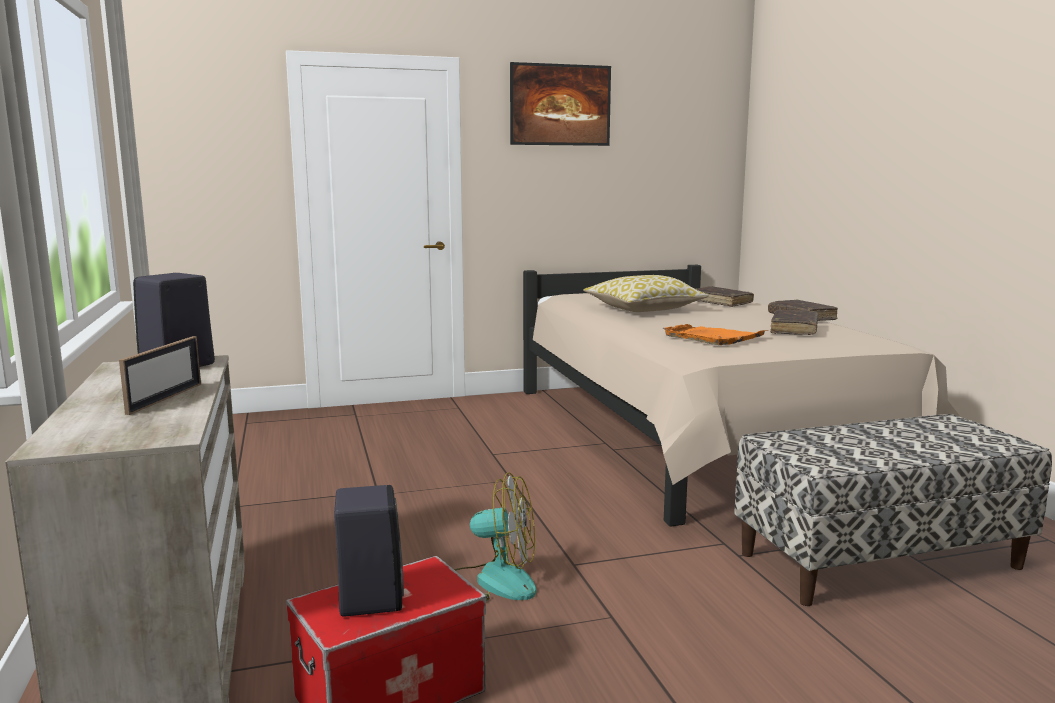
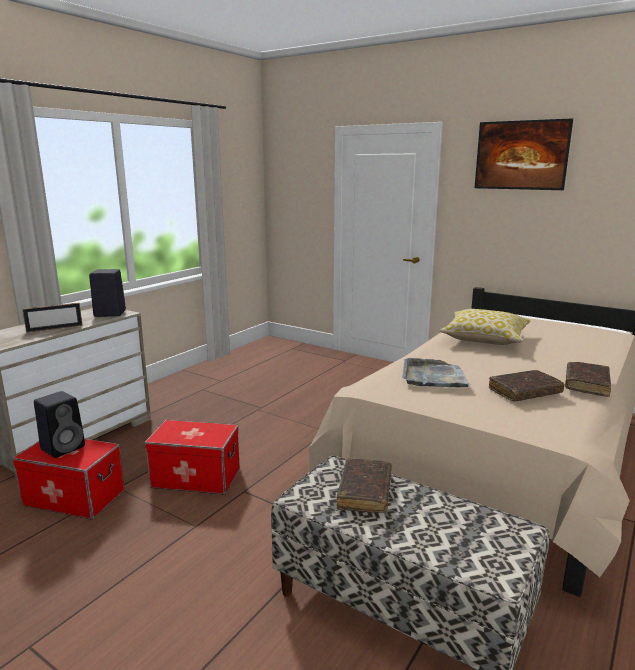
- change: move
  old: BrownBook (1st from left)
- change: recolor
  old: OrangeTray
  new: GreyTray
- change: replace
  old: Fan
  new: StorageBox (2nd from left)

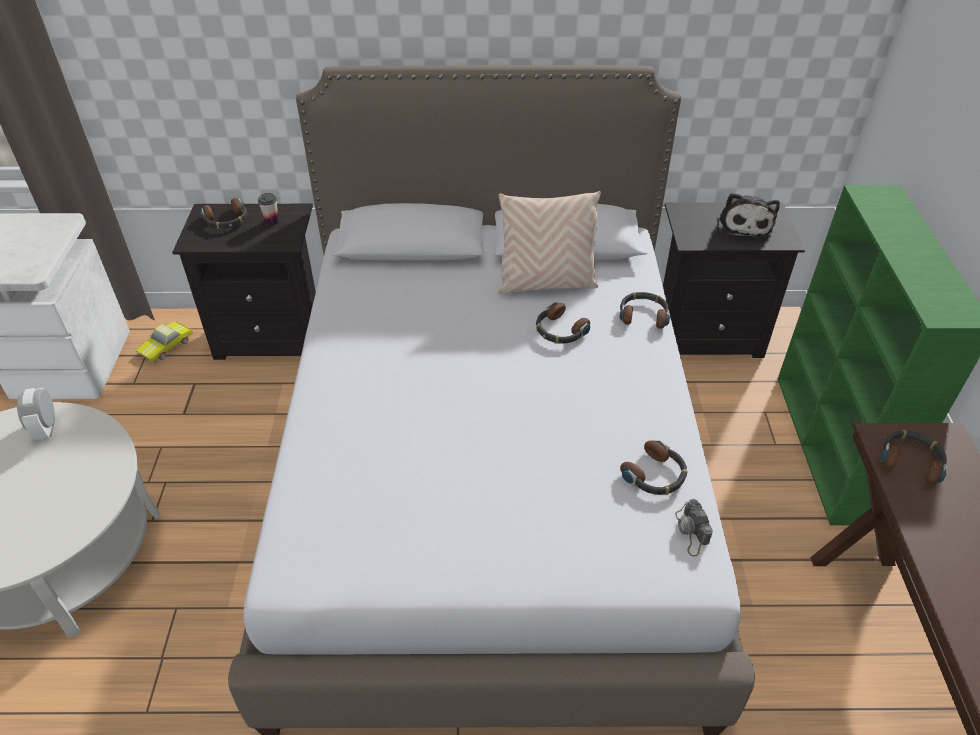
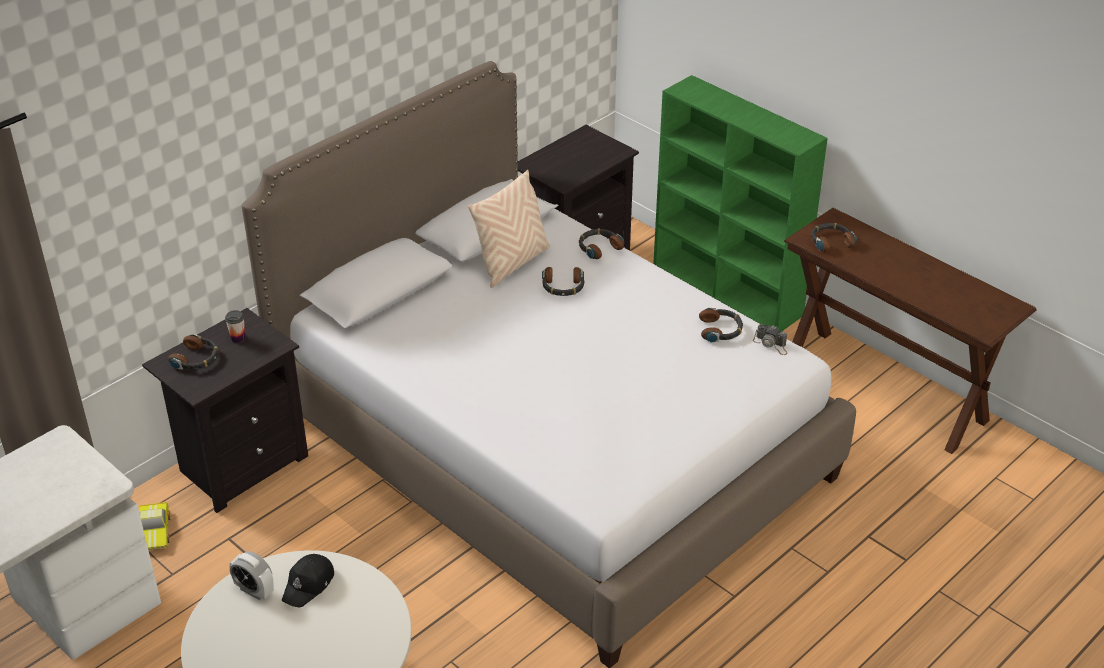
- change: delete
  old: PlushToy
- change: insert
  new: BlackCap

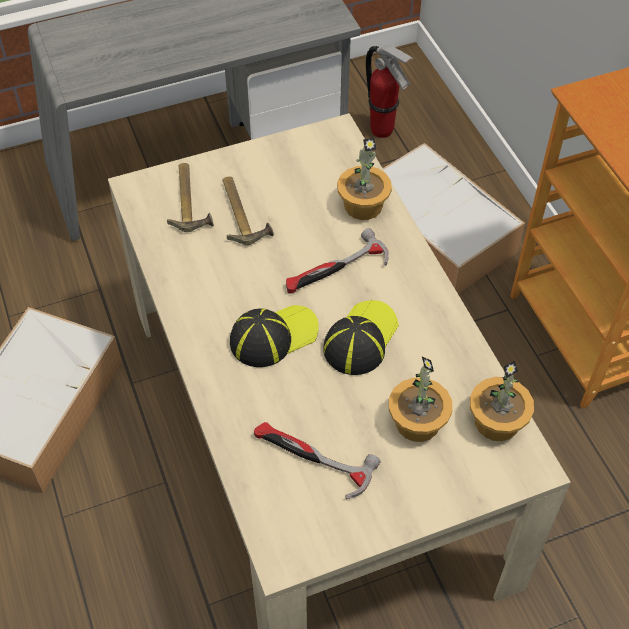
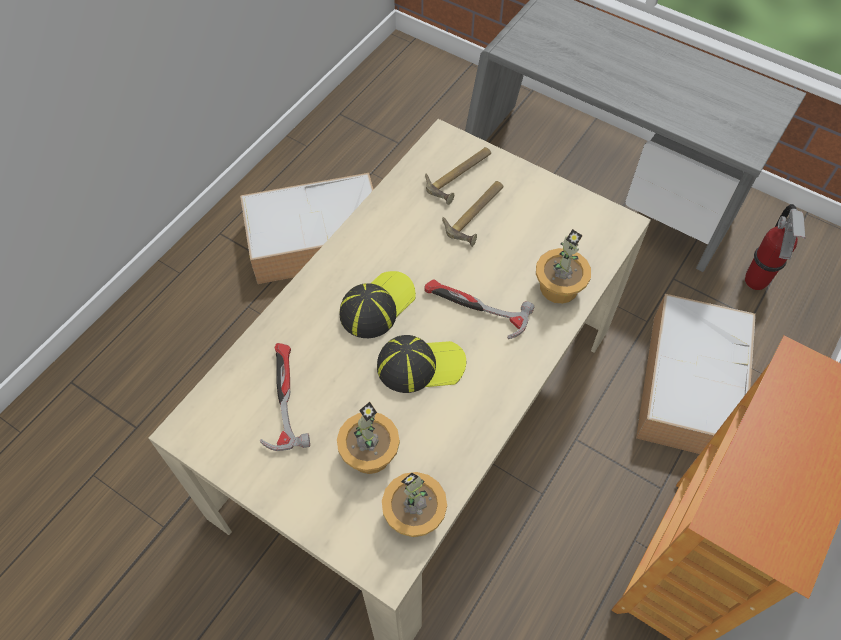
- change: rotate
  old: Cap (1st from left)
  degrees: -75

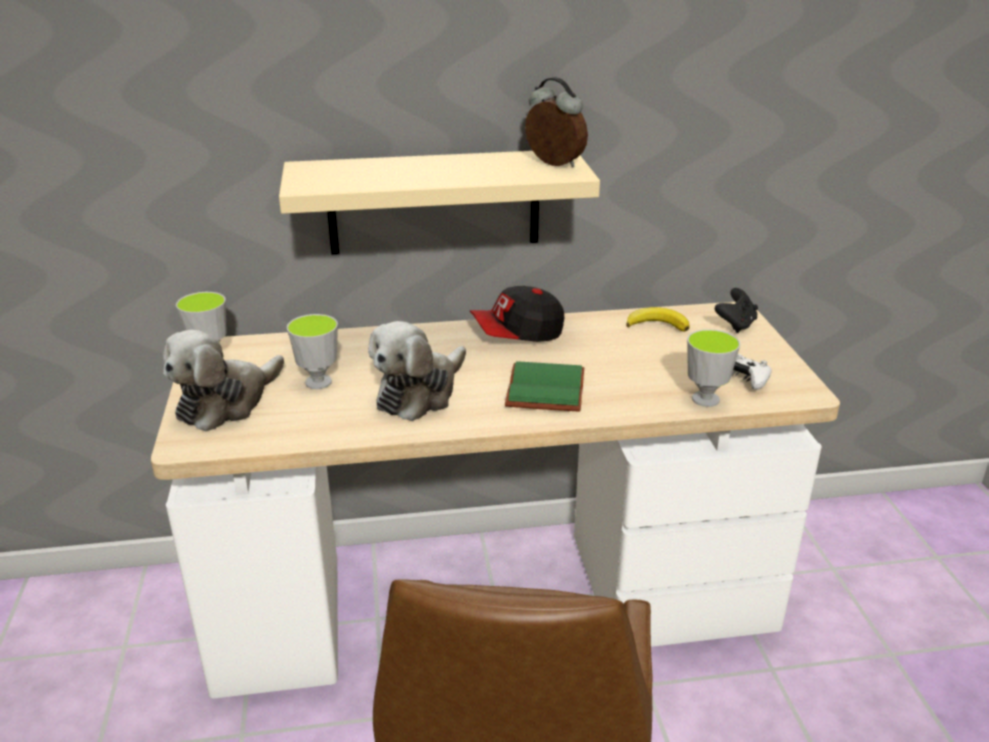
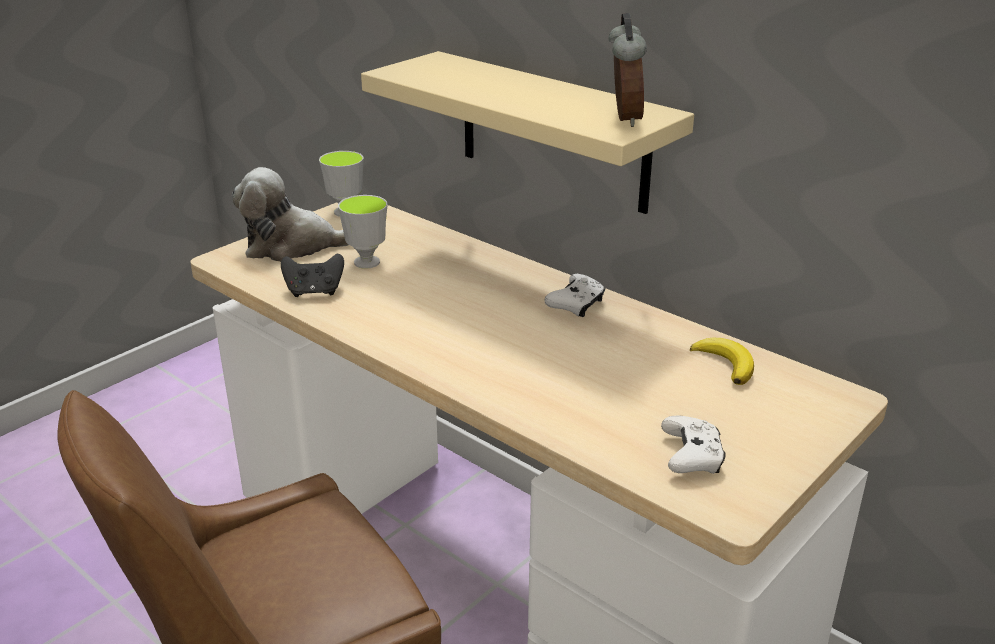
- change: replace
  old: Cap
  new: WhiteGameController (1st from left)
- change: move
  old: BlackGameController
- change: delete
  old: PlushToy (2nd from left)
- change: delete
  old: Cup (3rd from left)
- change: delete
  old: GreenBook

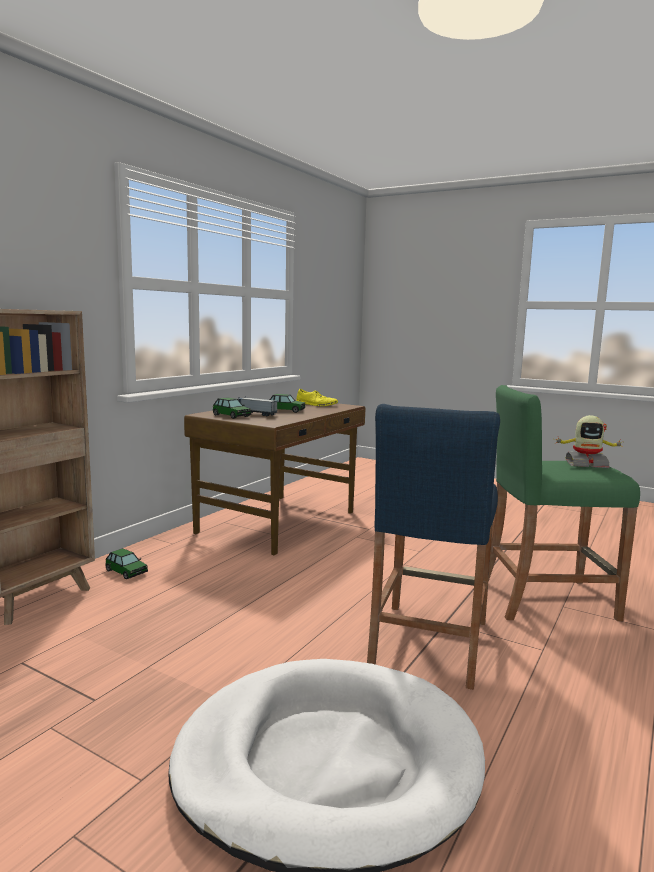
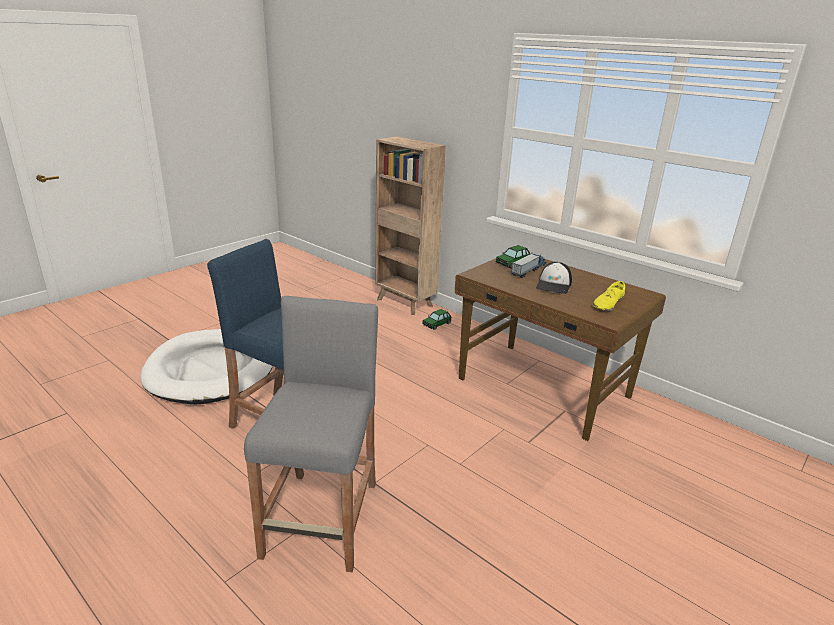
- change: recolor
  old: GreenStool
  new: GreyStool
- change: replace
  old: ToyCar (3rd from left)
  new: Cap
- change: delete
  old: ToyRobot

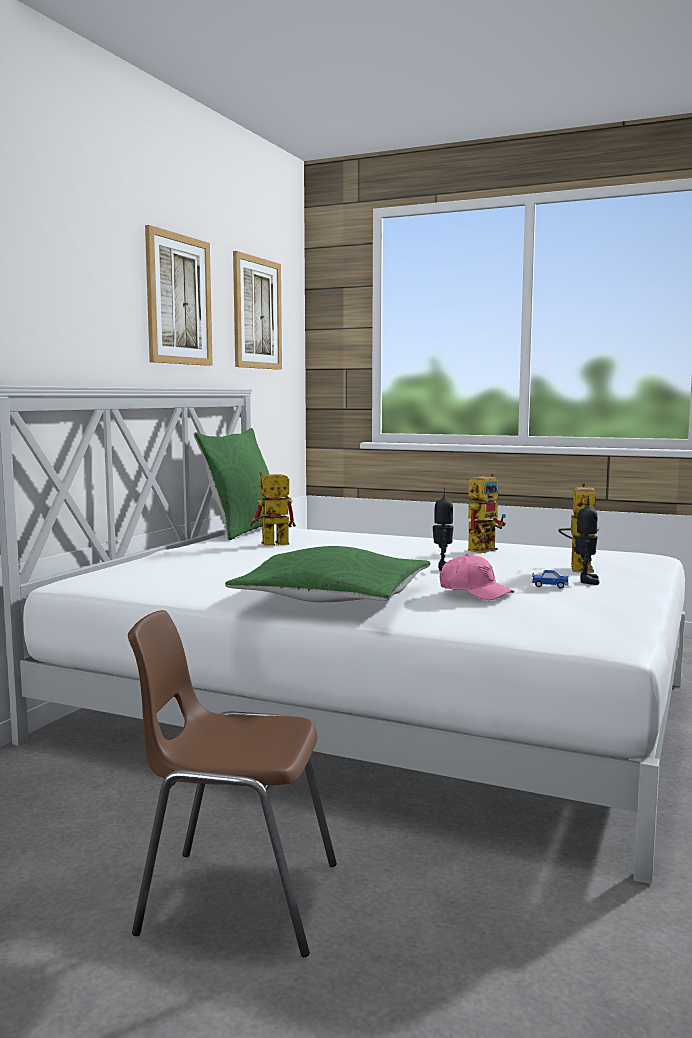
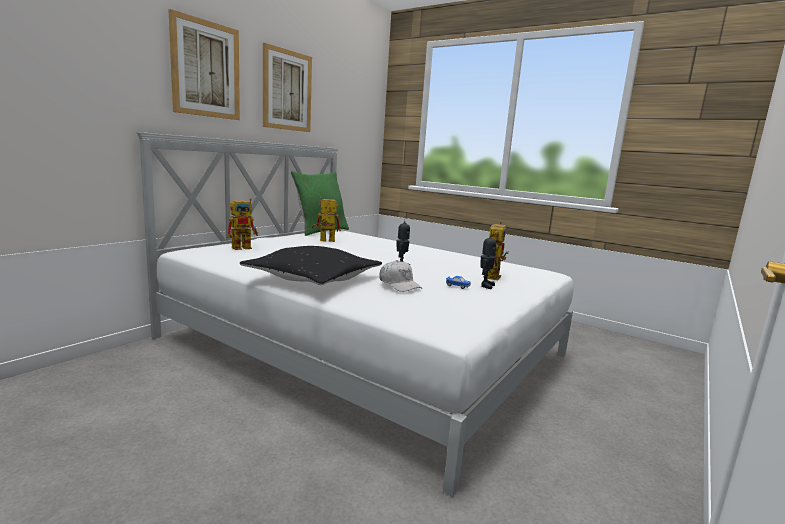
- change: move
  old: Picture (2nd from left in the first image)
  new: Picture (1st from left)
- change: move
  old: ToyRobot (3rd from left in the first image)
  new: ToyRobot (1st from left)
- change: recolor
  old: GreenPillow (2nd from left)
  new: BlackPillow
- change: recolor
  old: PinkCap
  new: WhiteCap
- change: delete
  old: BrownChair

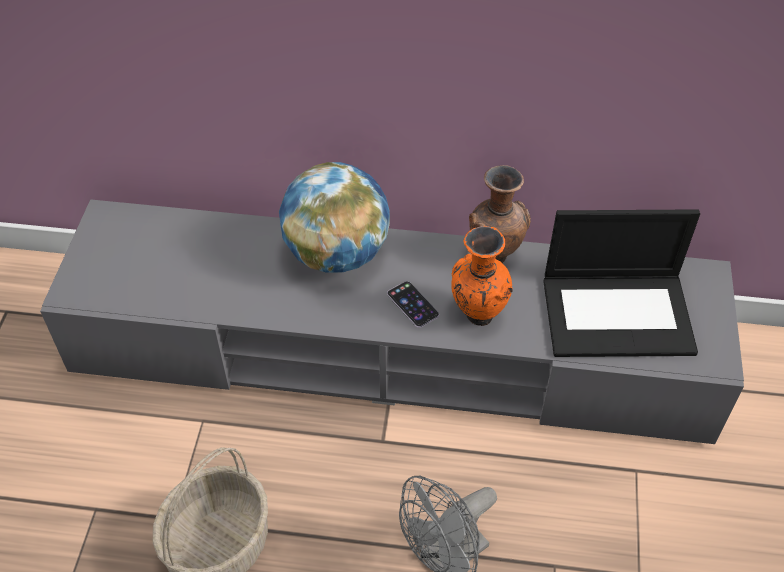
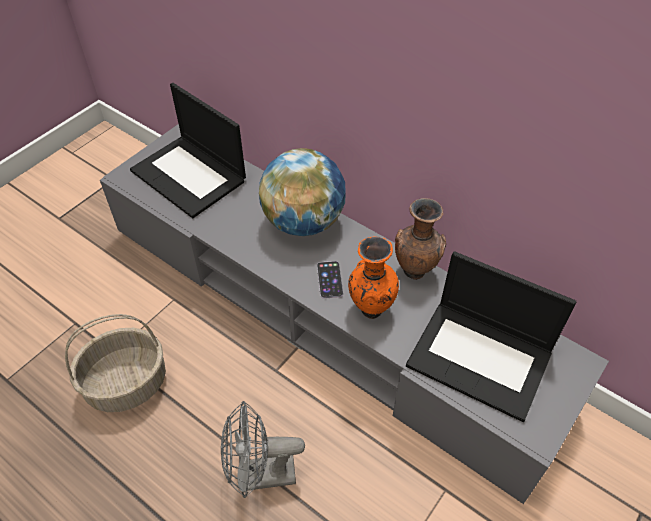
- change: insert
  new: Laptop (1st from left)

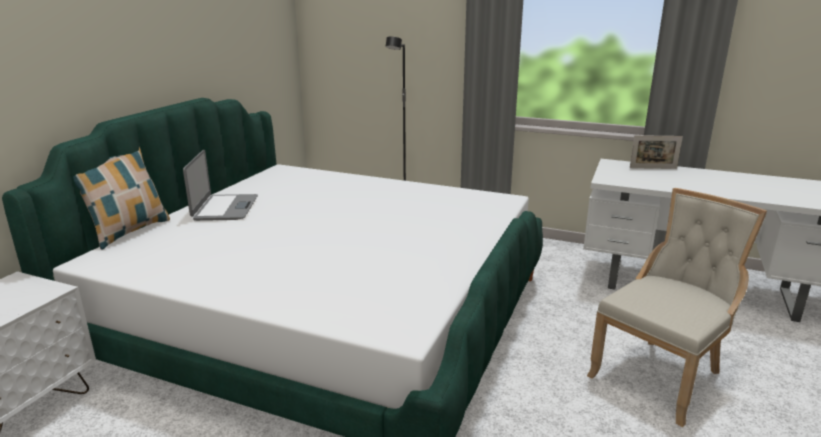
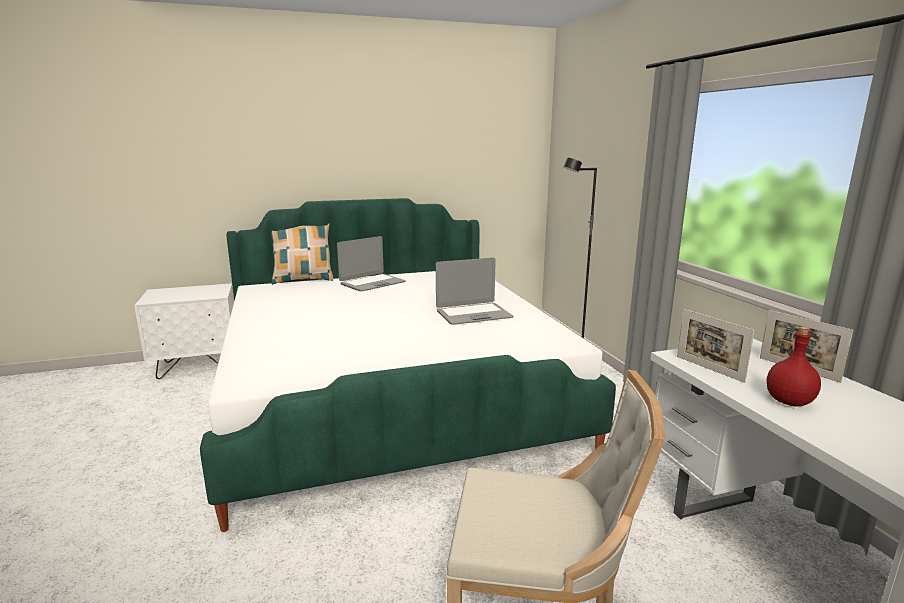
- change: insert
  new: Laptop (2nd from left)
- change: insert
  new: PictureFrame (1st from left)
- change: insert
  new: RedBottle

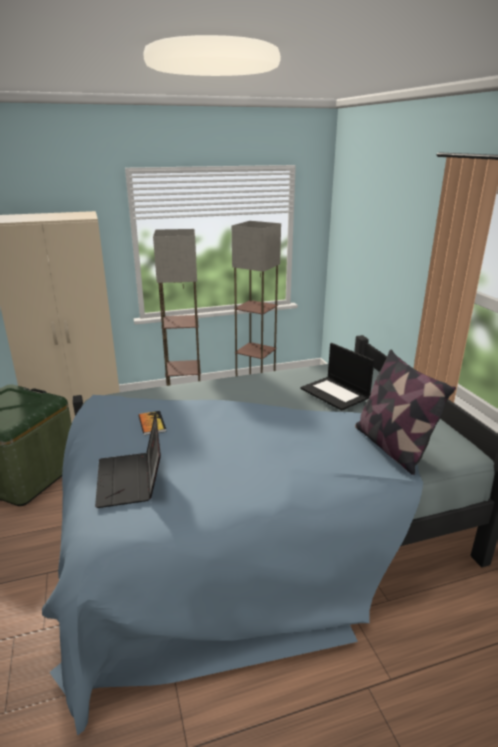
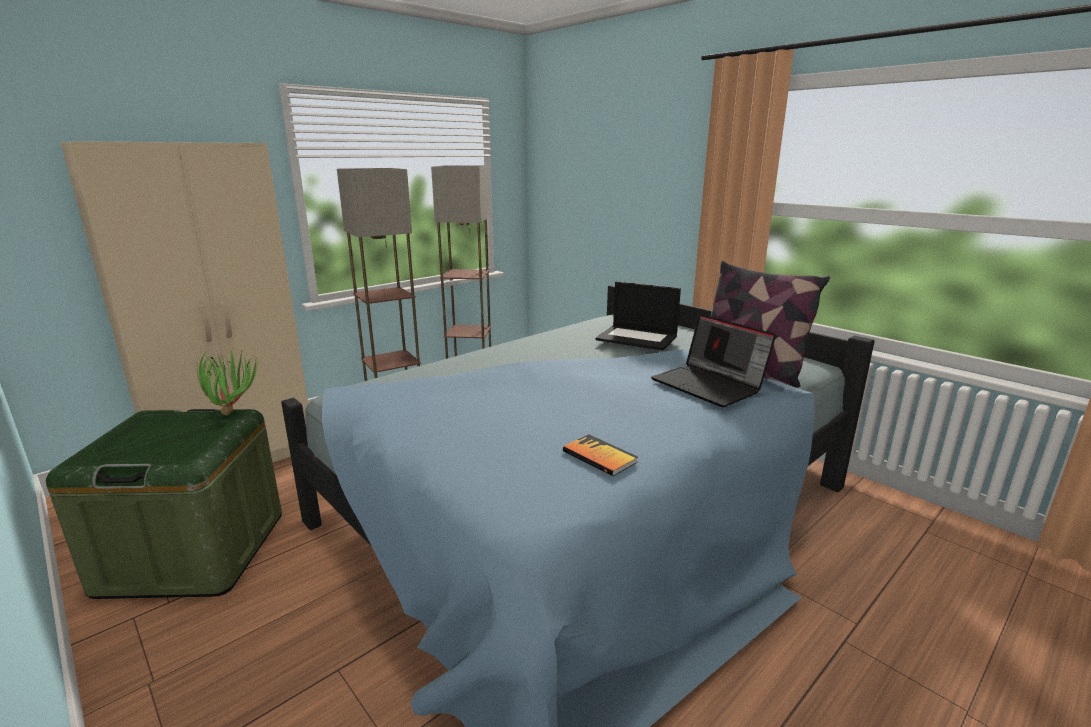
- change: move
  old: Book
- change: move
  old: Laptop (1st from left in the first image)
  new: Laptop (2nd from left)
- change: insert
  new: PottedPlant

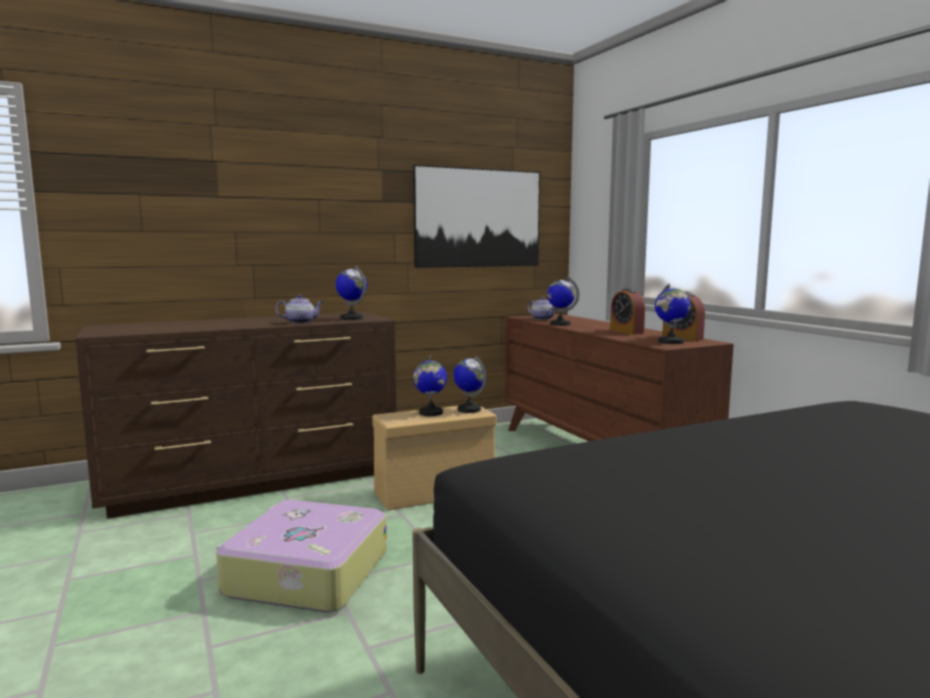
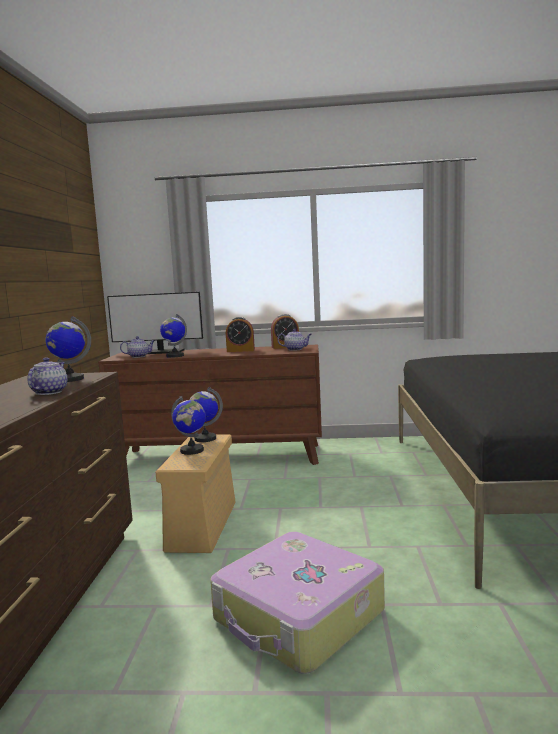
- change: delete
  old: Picture
- change: replace
  old: Globe (5th from left)
  new: Teapot (3rd from left)
- change: insert
  new: Monitor

